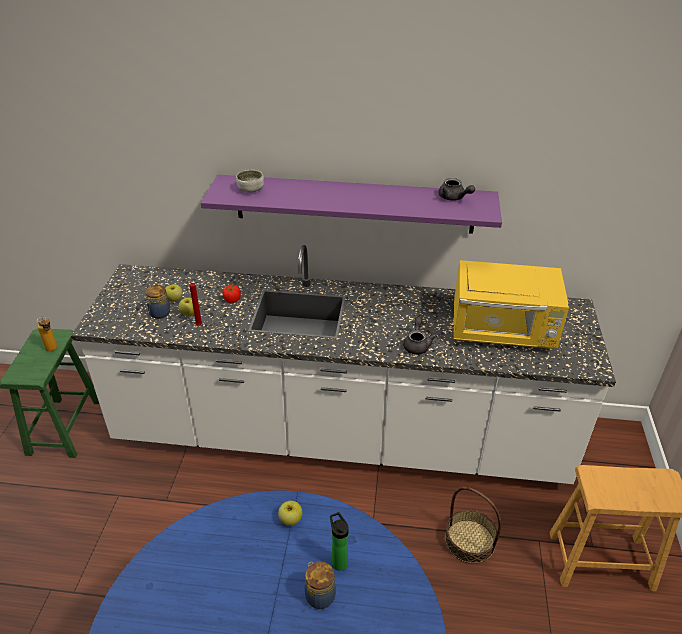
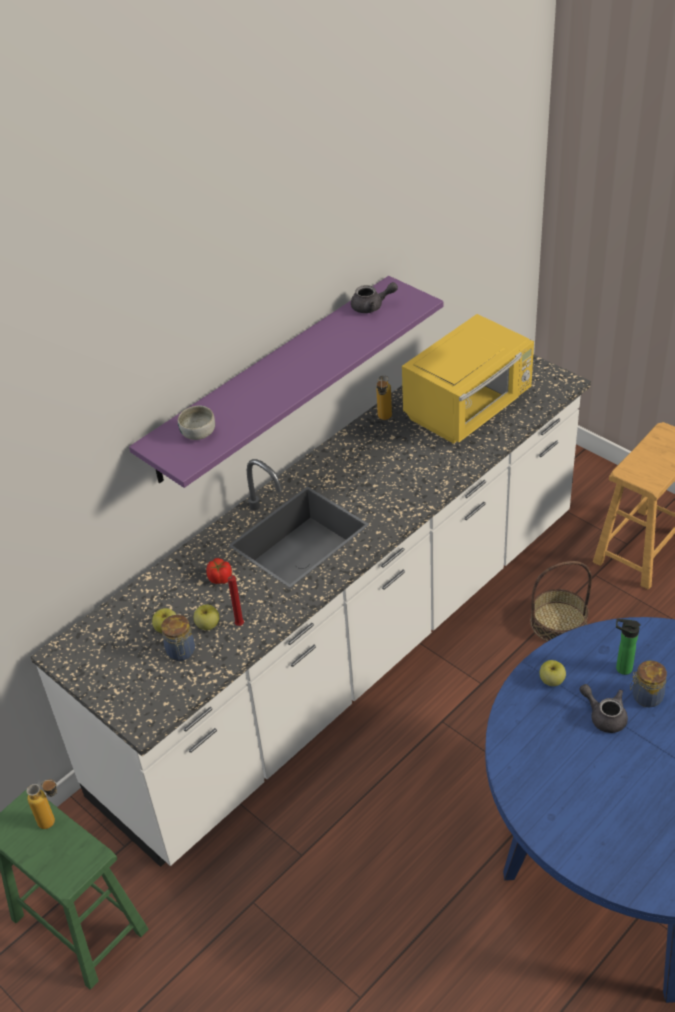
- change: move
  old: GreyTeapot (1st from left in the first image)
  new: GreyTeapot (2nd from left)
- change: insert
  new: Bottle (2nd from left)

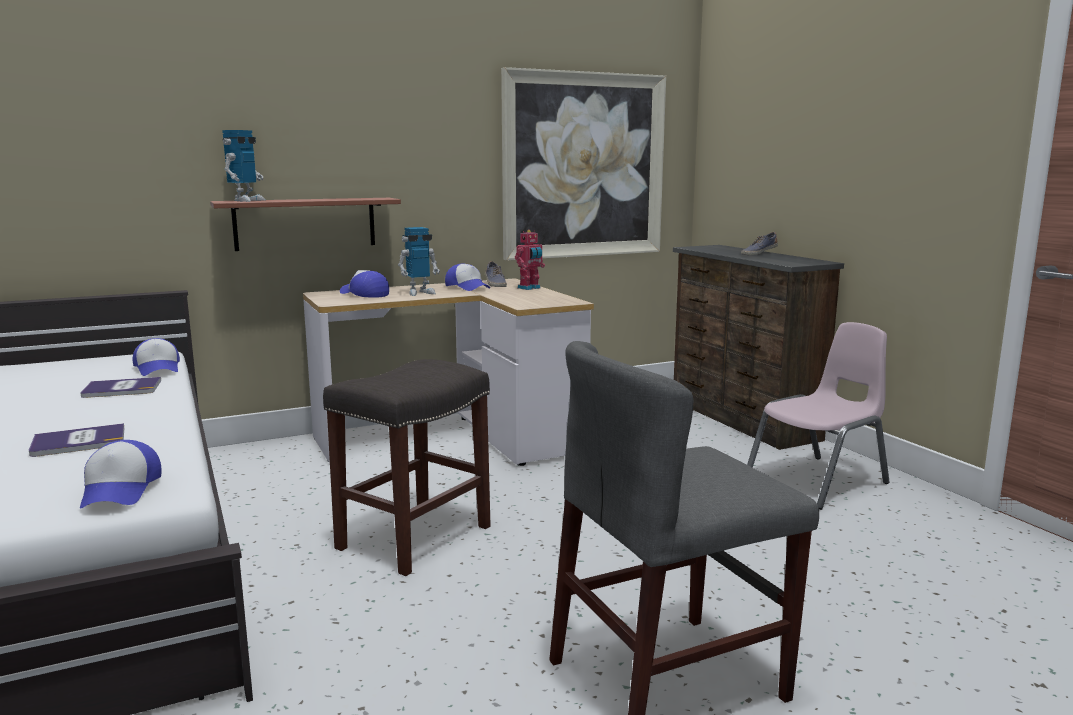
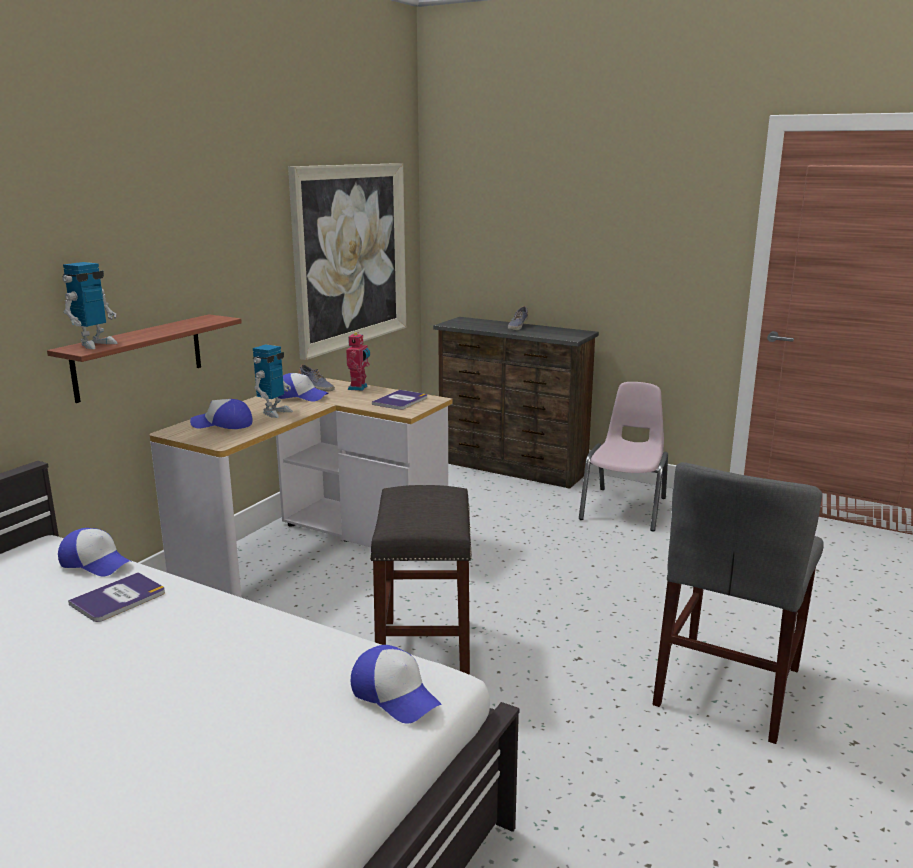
- change: rotate
  old: ToyRobot (1st from left)
  degrees: 45
- change: move
  old: Book (1st from left in the first image)
  new: Book (2nd from left)

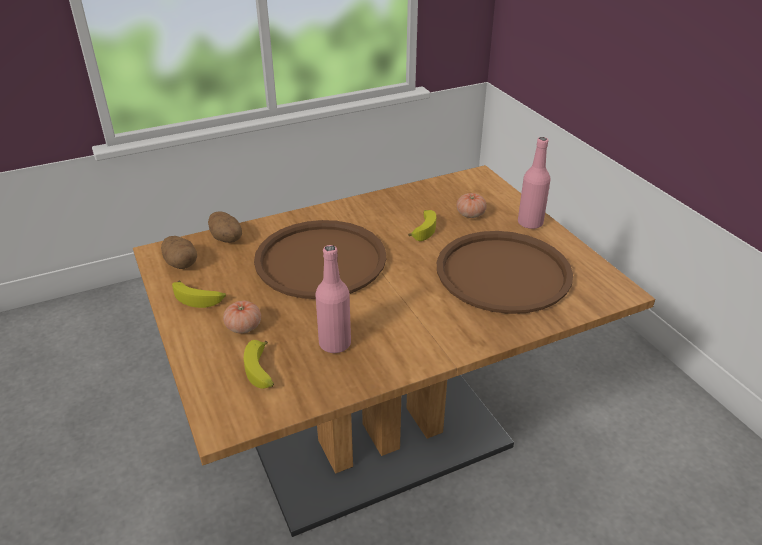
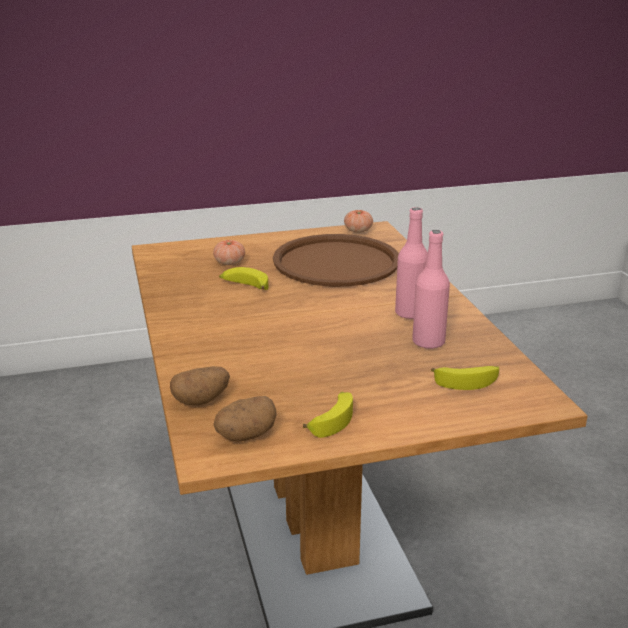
- change: move
  old: PinkBottle (2nd from left in the first image)
  new: PinkBottle (1st from left)
- change: delete
  old: BrownTray (1st from left)
- change: move
  old: Tomato (1st from left in the first image)
  new: Tomato (2nd from left)

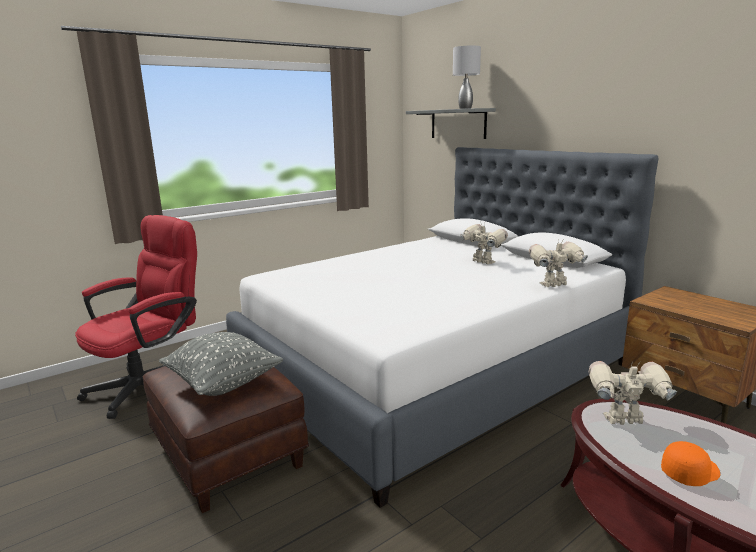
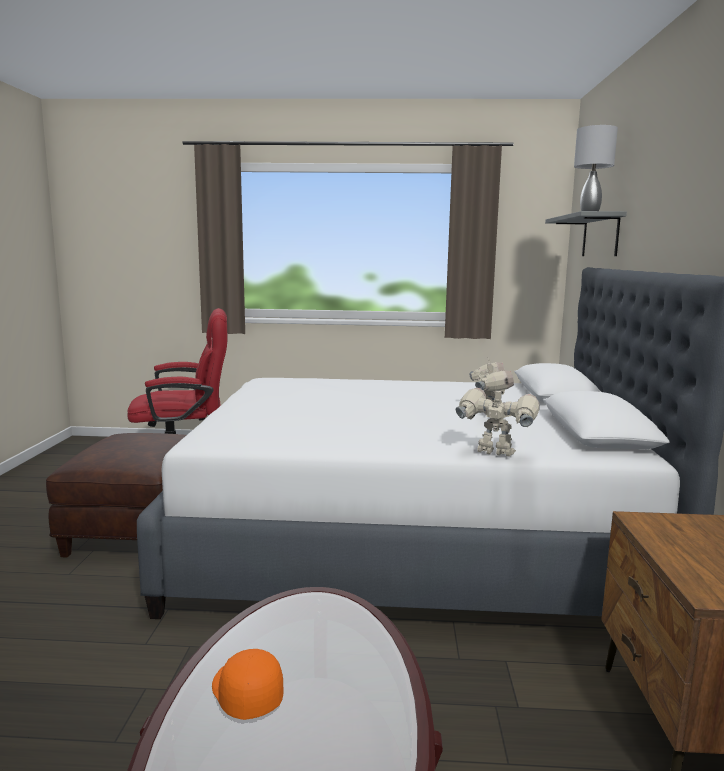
- change: delete
  old: GreyPillow
- change: delete
  old: ToyRobot (3rd from left)
- change: rotate
  old: OrangeCap
  degrees: -135

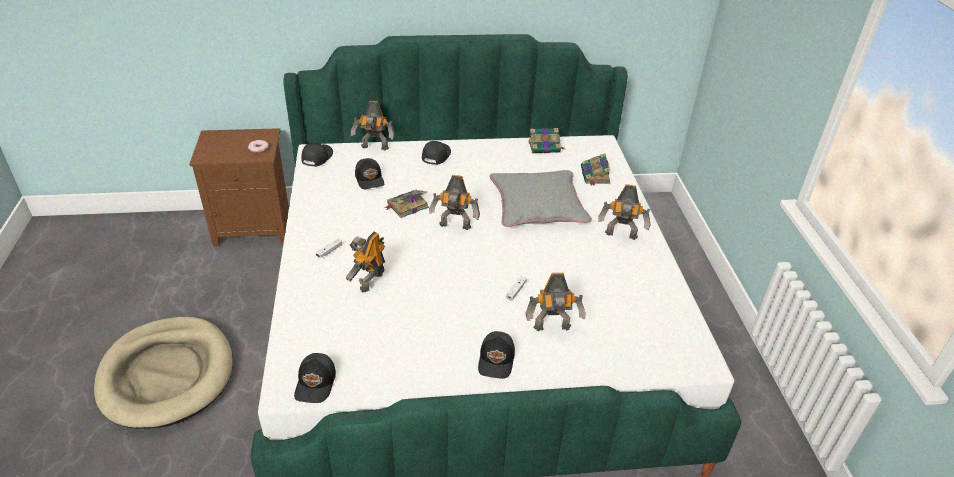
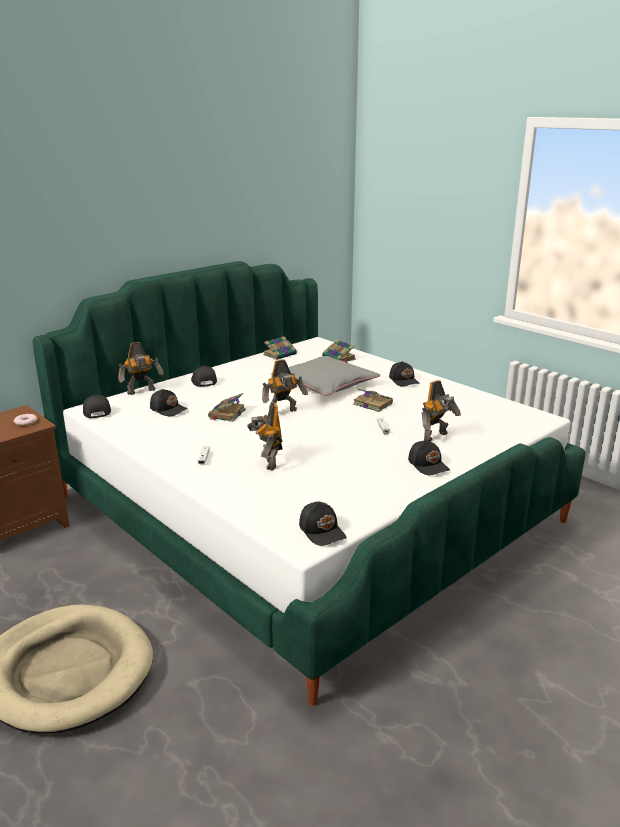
- change: replace
  old: ToyRobot (5th from left)
  new: BlackCap (5th from left)
- change: insert
  new: Book (4th from left)

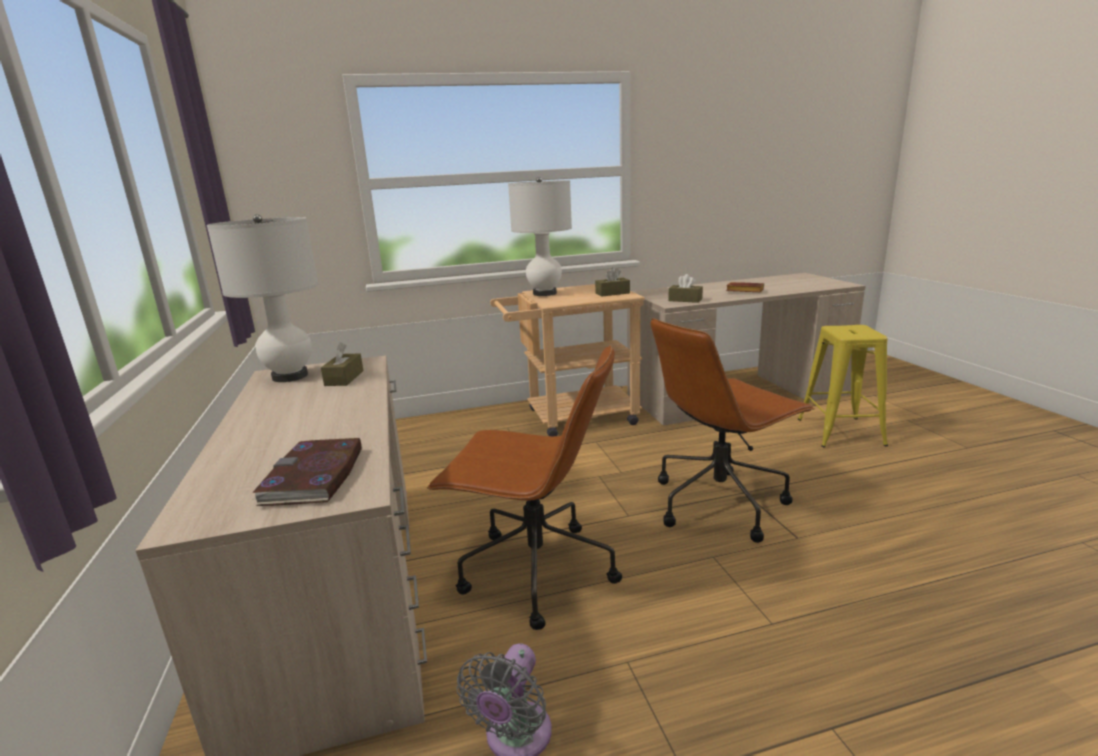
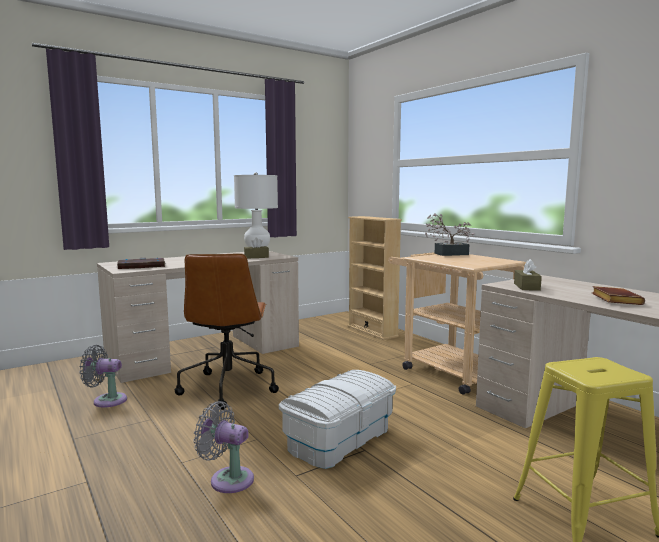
- change: replace
  old: WhiteTableLamp (2nd from left)
  new: PottedPlant
- change: delete
  old: BrownTissueBox (2nd from left)
- change: replace
  old: BrownOfficeChair (2nd from left)
  new: WhiteStorageBox
- change: insert
  new: BeigeBookcase
- change: insert
  new: GreyFan (2nd from left)

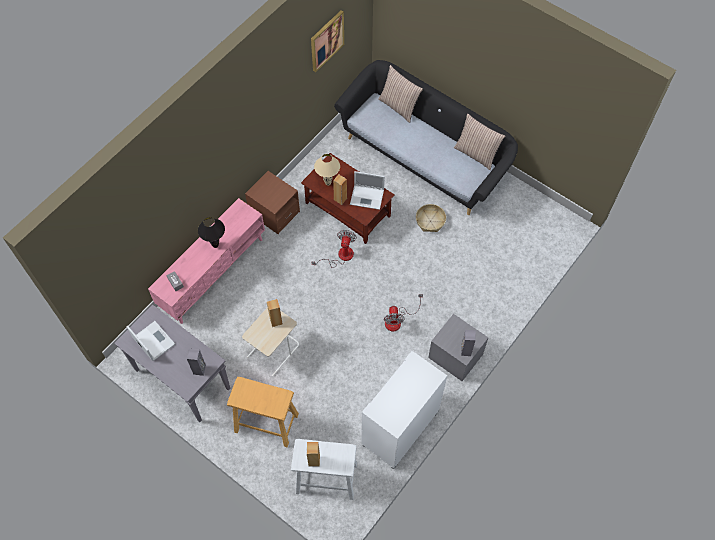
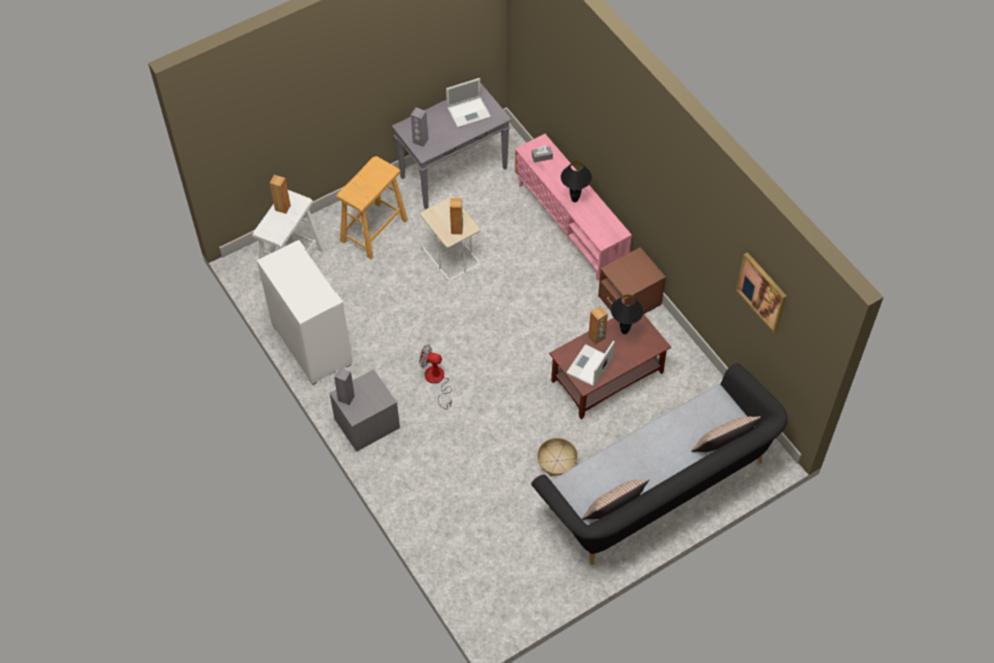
- change: recolor
  old: BeigeTableLamp
  new: BlackTableLamp (2nd from left)
- change: delete
  old: Fan (1st from left)

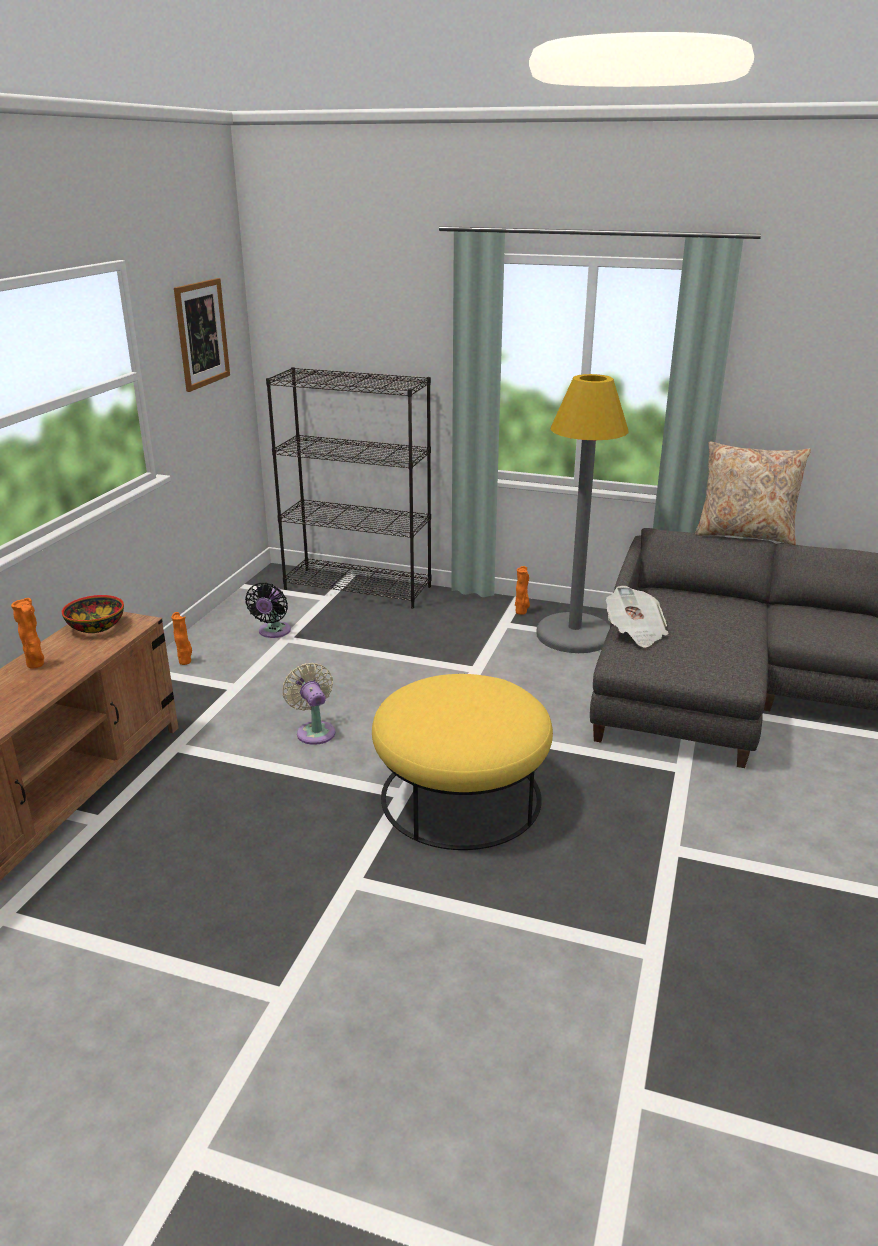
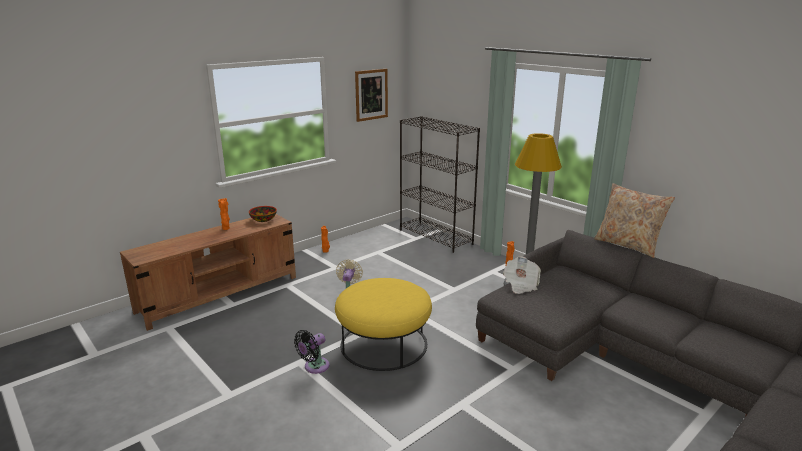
- change: move
  old: BlackFan

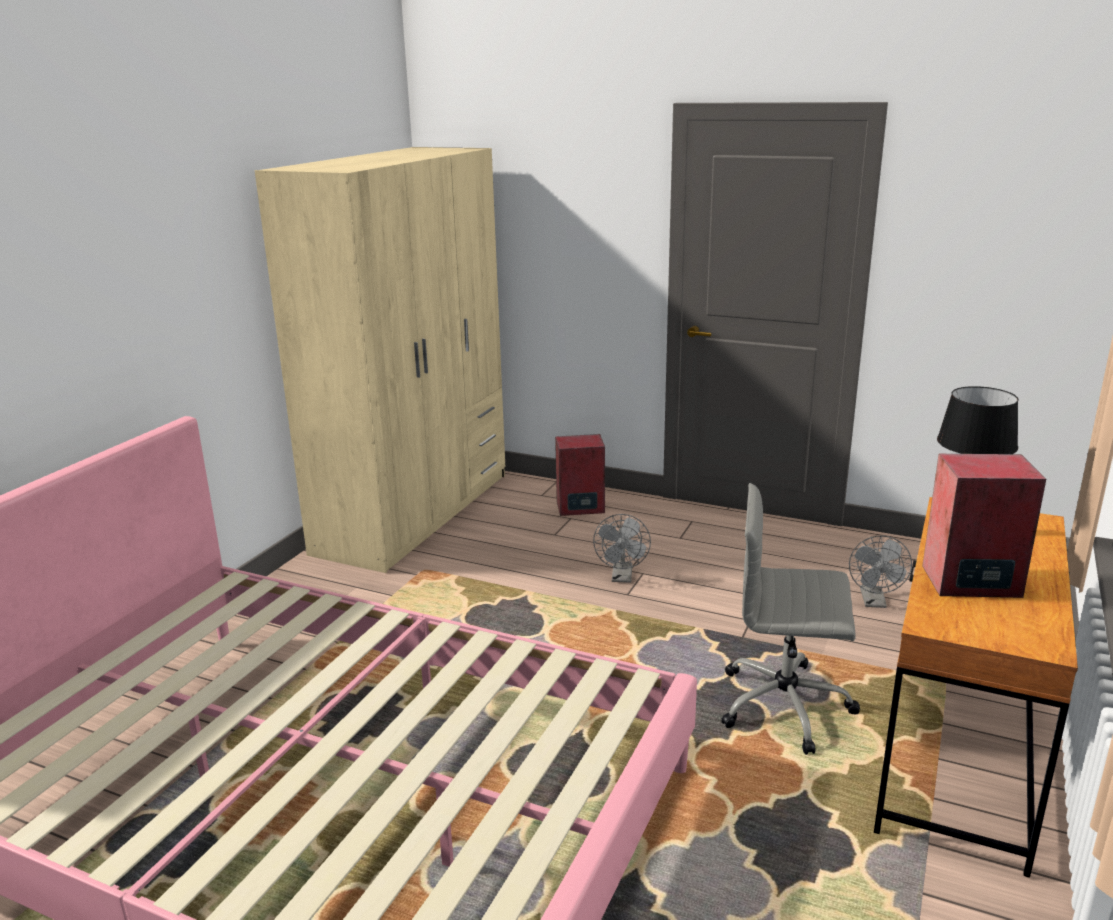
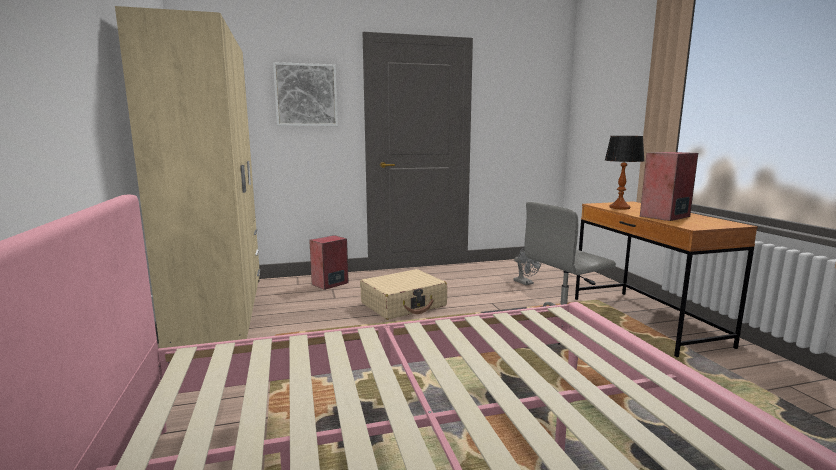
- change: replace
  old: GreyFan (1st from left)
  new: BeigeSuitcase
- change: insert
  new: Picture

